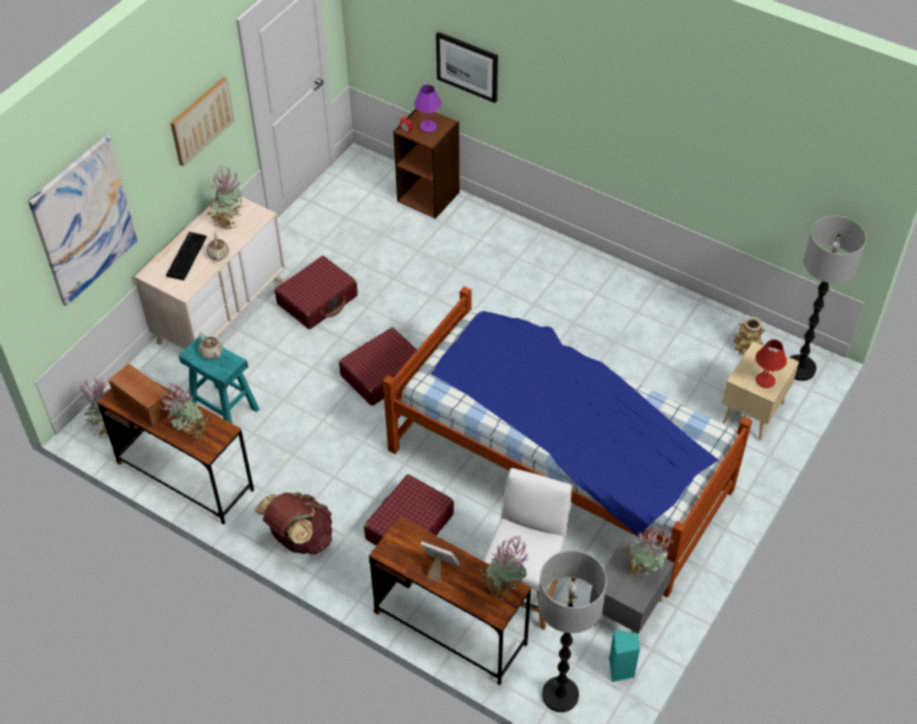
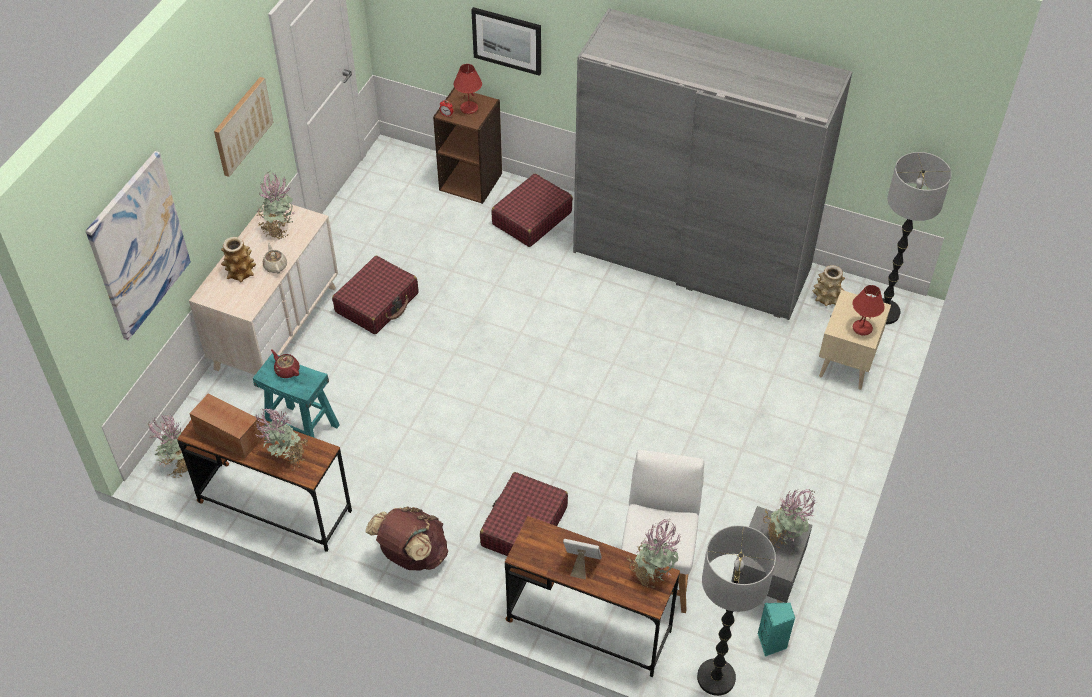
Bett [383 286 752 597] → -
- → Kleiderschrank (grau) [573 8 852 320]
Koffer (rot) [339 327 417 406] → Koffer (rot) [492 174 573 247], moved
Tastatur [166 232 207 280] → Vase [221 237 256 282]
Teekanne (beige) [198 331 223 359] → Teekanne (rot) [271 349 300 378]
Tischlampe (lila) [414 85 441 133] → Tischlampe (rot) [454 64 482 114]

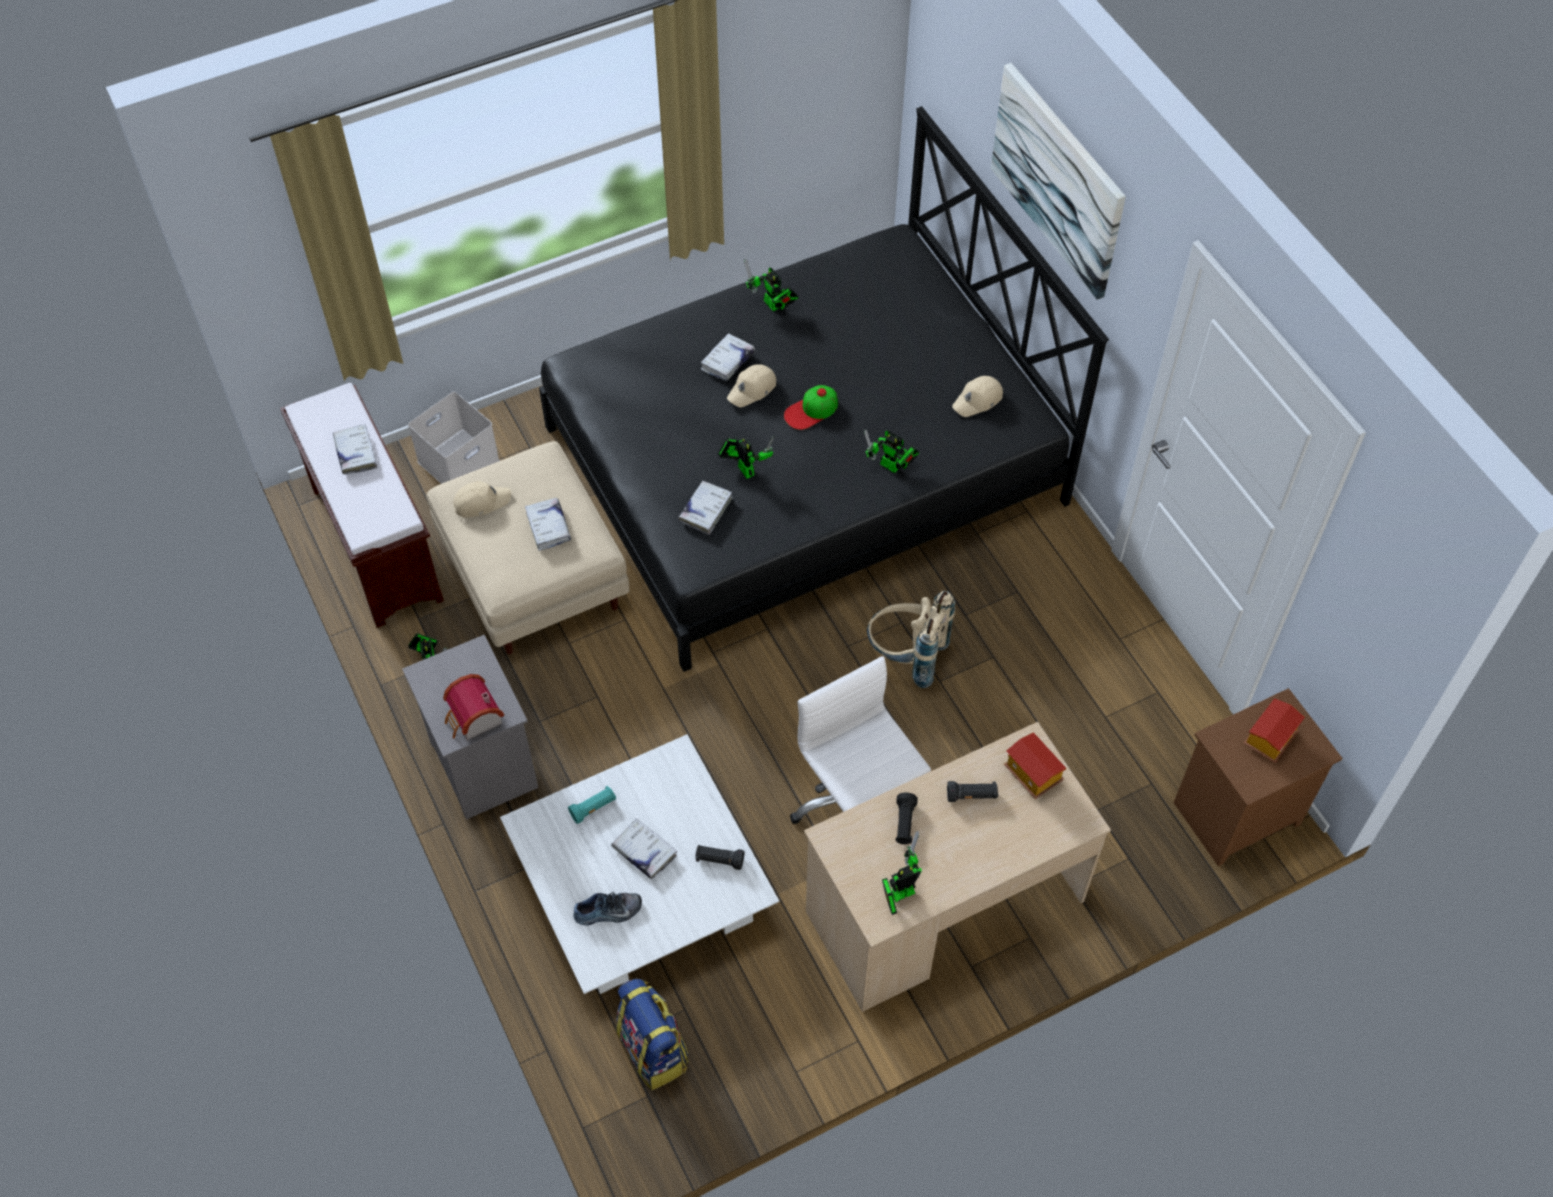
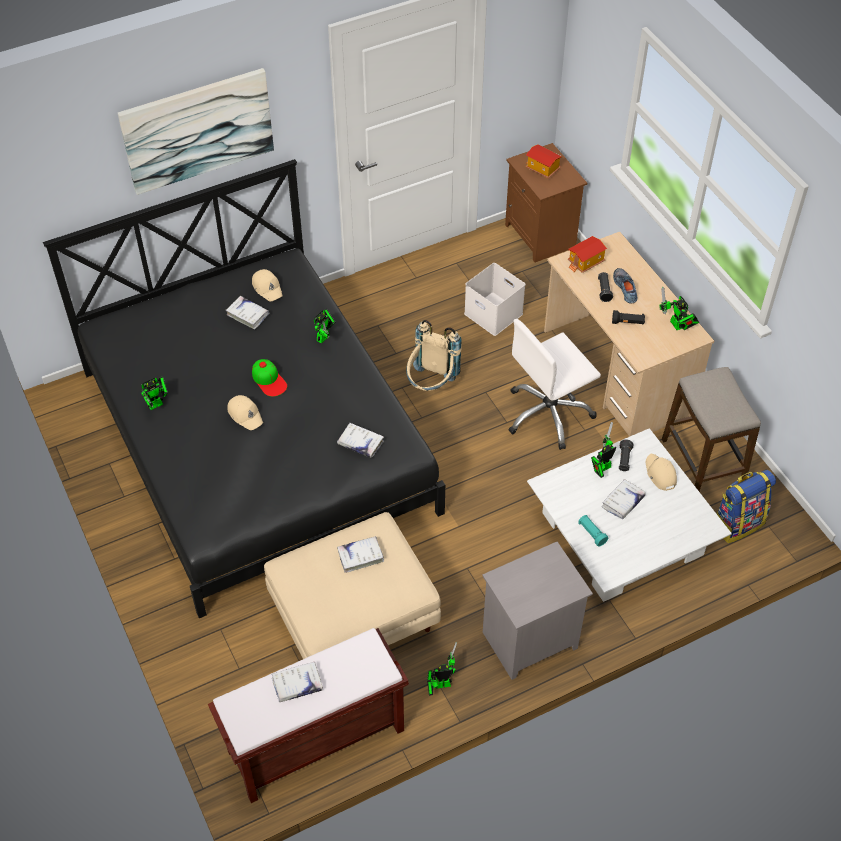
Spielzeughaus [443 674 504 740] → -
- → Hocker [662 367 761 491]
Aufbewahrungsbox (weiß) [408 392 500 484] → Aufbewahrungsbox (weiß) [464 263 526 336], moved
Kappe (beige) [454 481 511 518] → Kappe (beige) [646 454 677 491], moved
Schuh [573 892 642 926] → Schuh [613 268 637 304], moved
Buch (weiß) [701 334 755 381] → Buch (weiß) [226 296 270 330], moved
Spielzeugroboter [718 436 775 479] → Spielzeugroboter [591 422 616 478], moved

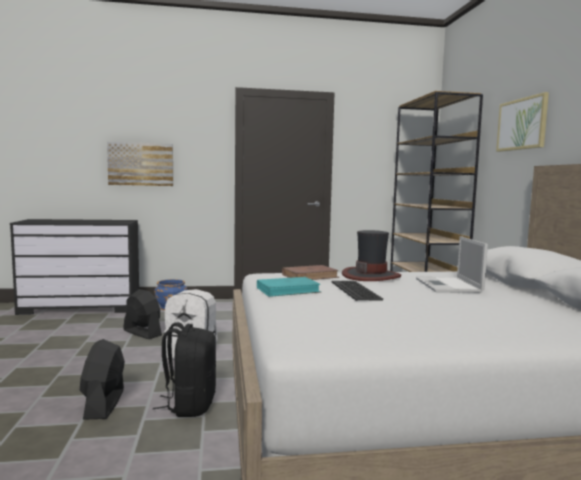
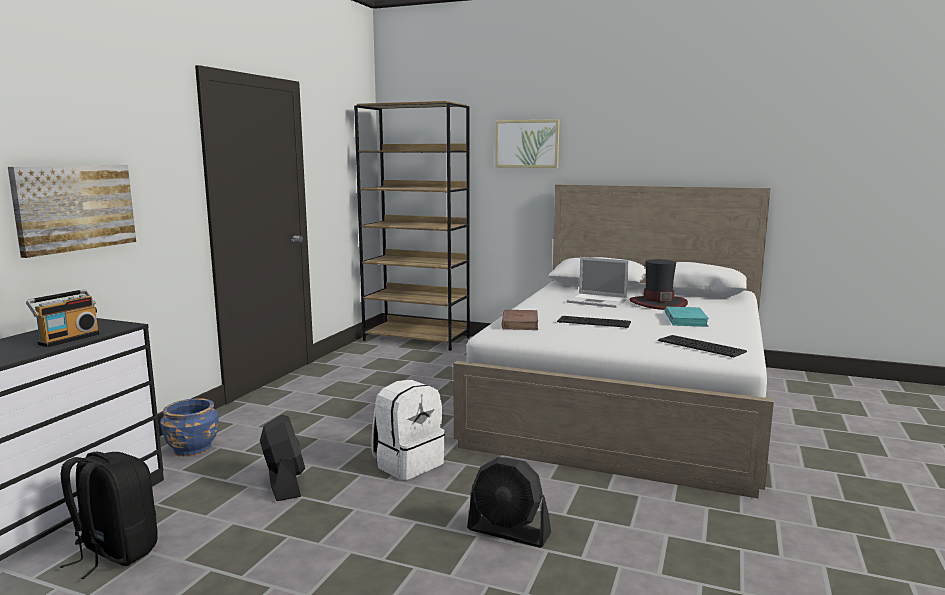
- → Radio [26 289 100 347]
- → Tastatur [658 335 747 357]
Rucksack (schwarz) [153 322 216 417] → Rucksack (schwarz) [60 452 158 579], moved
Buch (türkis) [257 277 321 297] → Buch (türkis) [665 307 709 327], moved
Hut [342 230 401 281] → Hut [630 259 688 310], moved
Ventilator (schwarz) [123 289 162 339] → Ventilator (schwarz) [260 415 305 501], 90 degrees clockwise

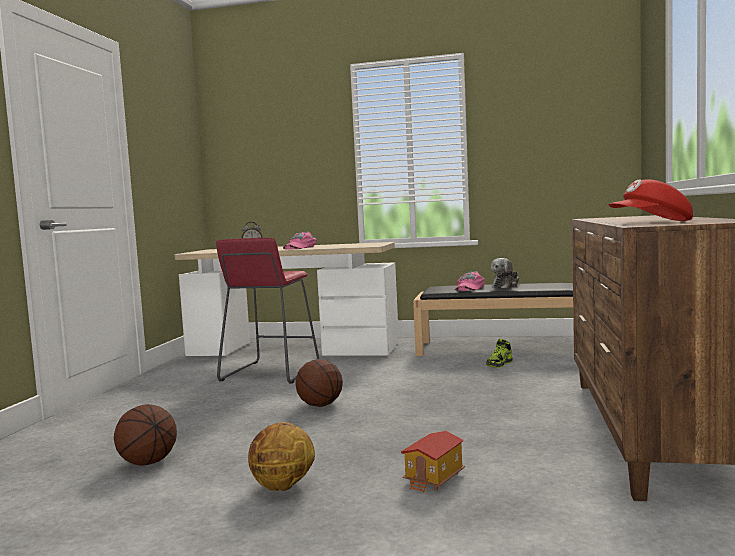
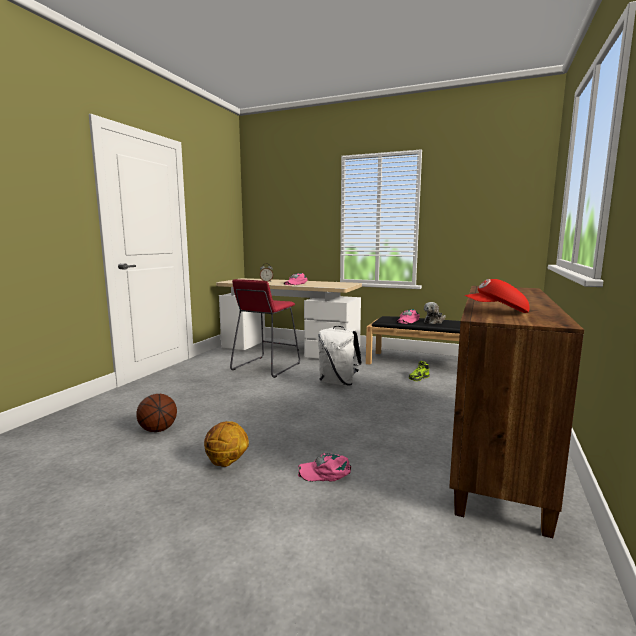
Basketball [295 359 343 407] → -
- → Rucksack (weiß) [318 326 362 386]
Spielzeughaus [401 431 465 493] → Kappe (rosa) [298 453 351 482]

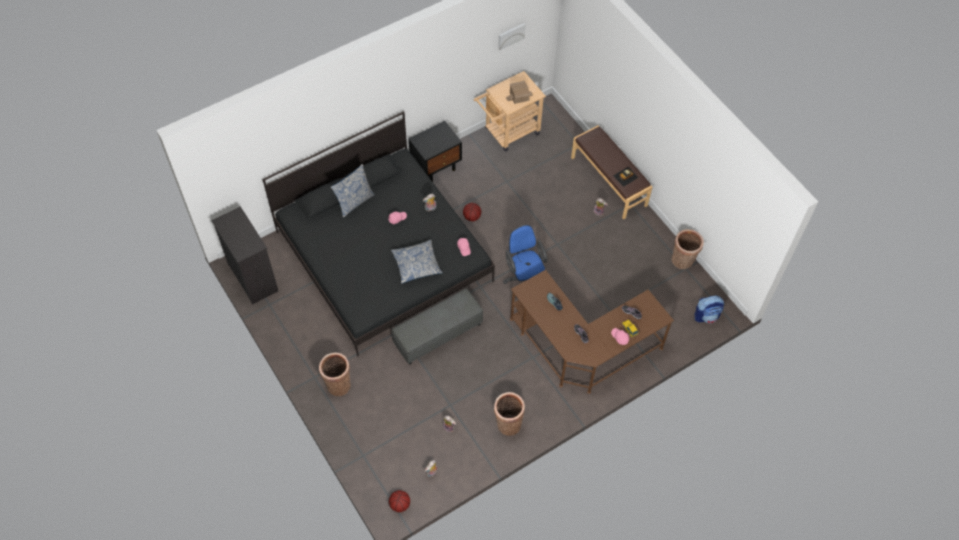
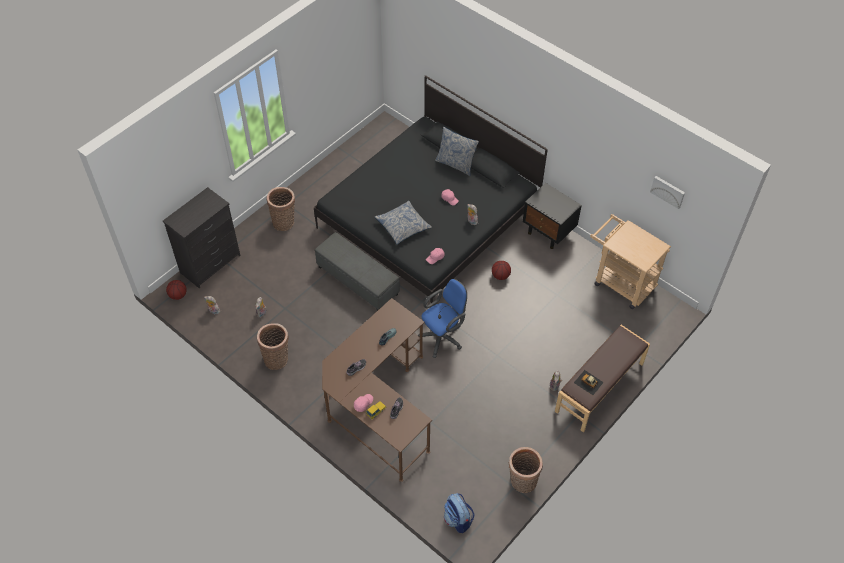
Spielzeughaus [506 81 533 104] → -
Kommode (schwarz) [212 206 278 305] → Kommode (schwarz) [163 187 241 288], moved

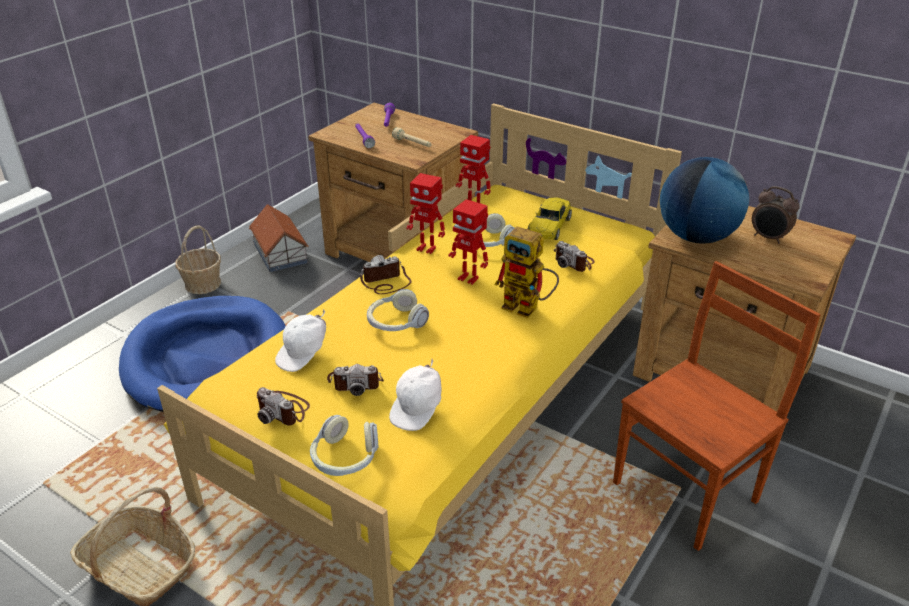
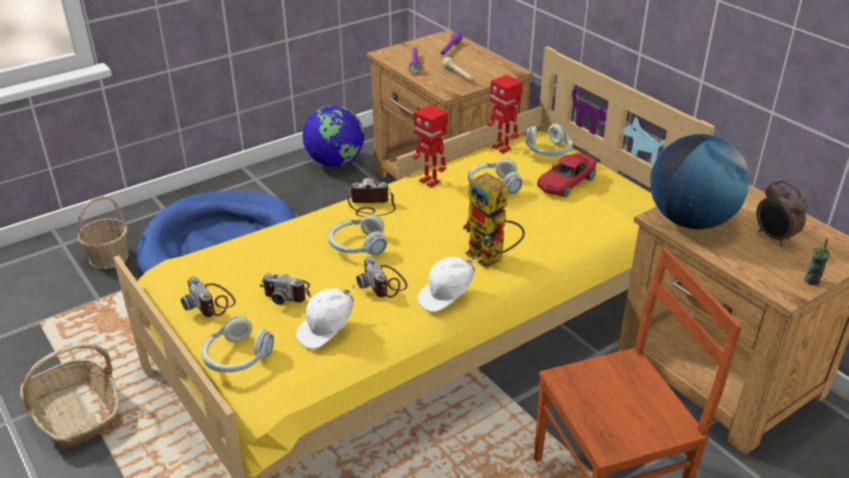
Spielzeugroboter [449 199 488 285] → -
- → Kopfhörer [526 124 573 157]
- → Tasse [804 238 832 285]
Korb [175 225 221 294] → Korb [77 196 129 269], moved
Kappe (weiß) [275 309 326 372] → Kappe (weiß) [417 256 477 312], moved
Kamera [554 241 595 272] → Kamera [357 257 408 298], moved
Spielzeughaus [249 204 309 272] → Globus [302 105 364 167]
Spielzeugauto (gelb) [528 198 572 240] → Spielzeugauto (rot) [537 153 597 198]

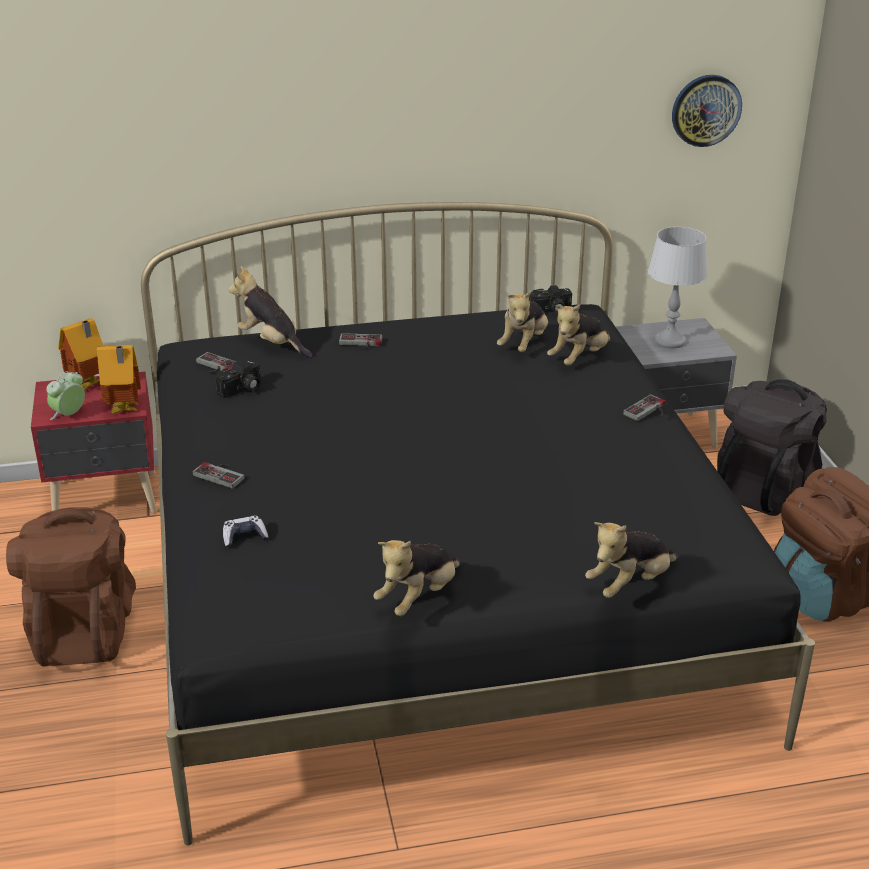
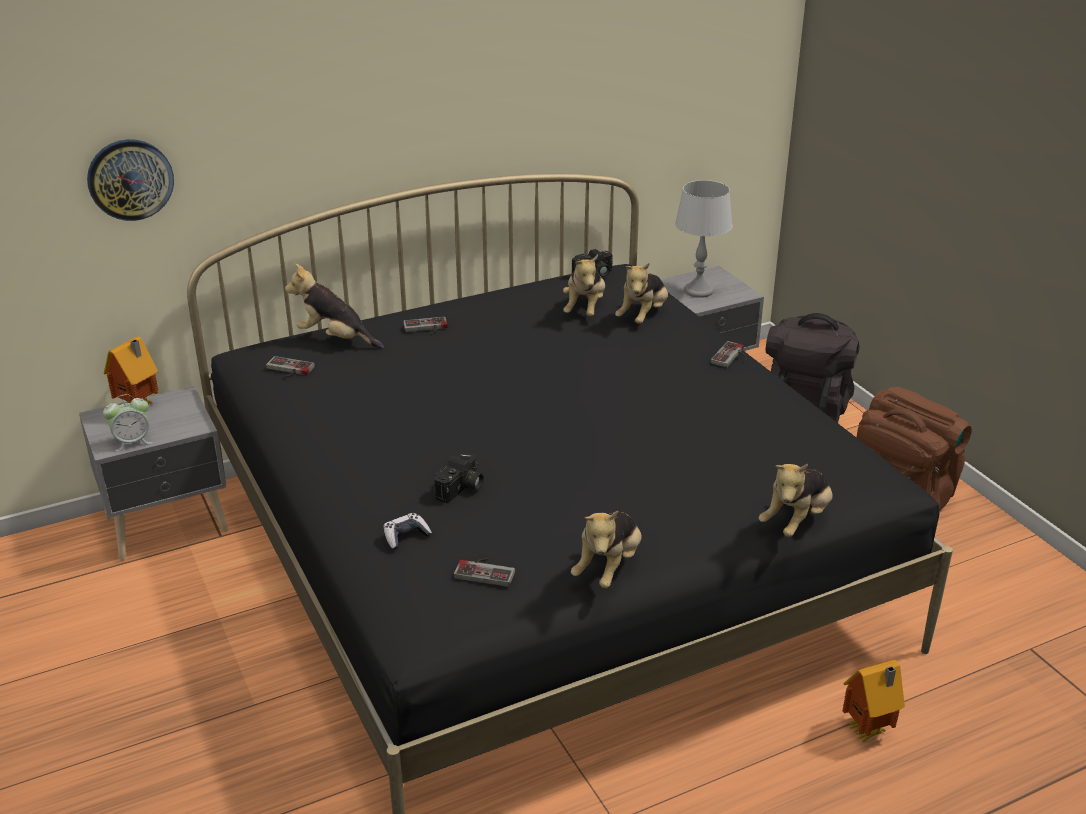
Rucksack (braun) [6 507 136 667] → -
Spielzeughaus [97 345 141 414] → Spielzeughaus [842 660 905 743], moved
Gamepad [192 462 244 489] → Gamepad [454 558 515 587], moved
Kamera [215 360 261 398] → Kamera [434 453 484 503], moved
Wanduhr [672 75 742 147] → Wanduhr [87 139 174 221], moved
Nachttisch (rot) [31 372 157 513] → Nachttisch (grau) [79 386 228 560]
Wecker [46 371 85 420] → Wecker [103 394 153 451], 135 degrees counterclockwise

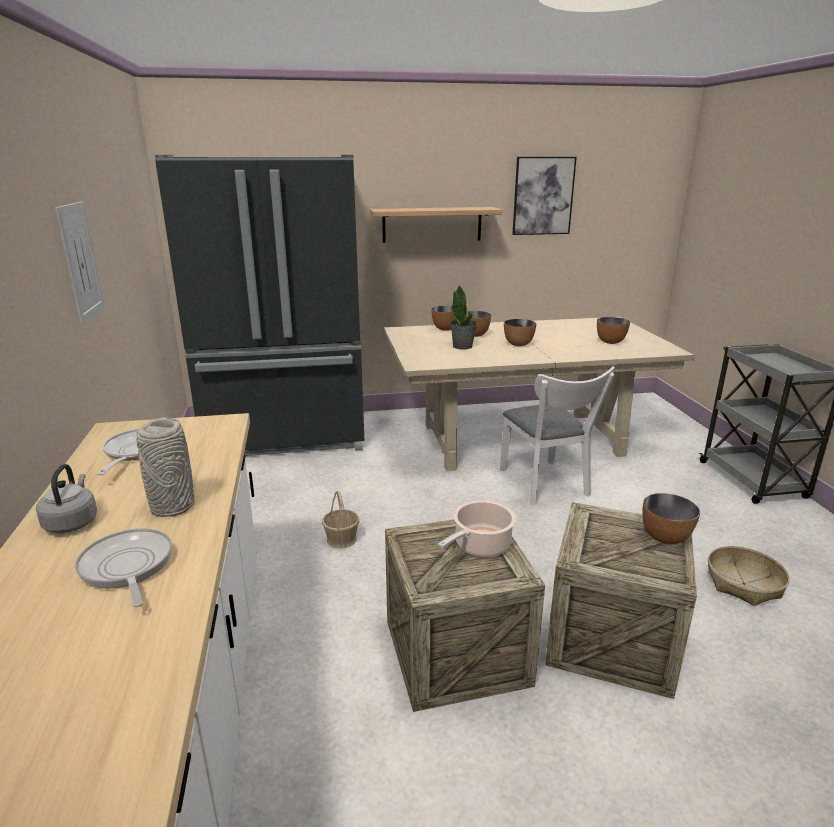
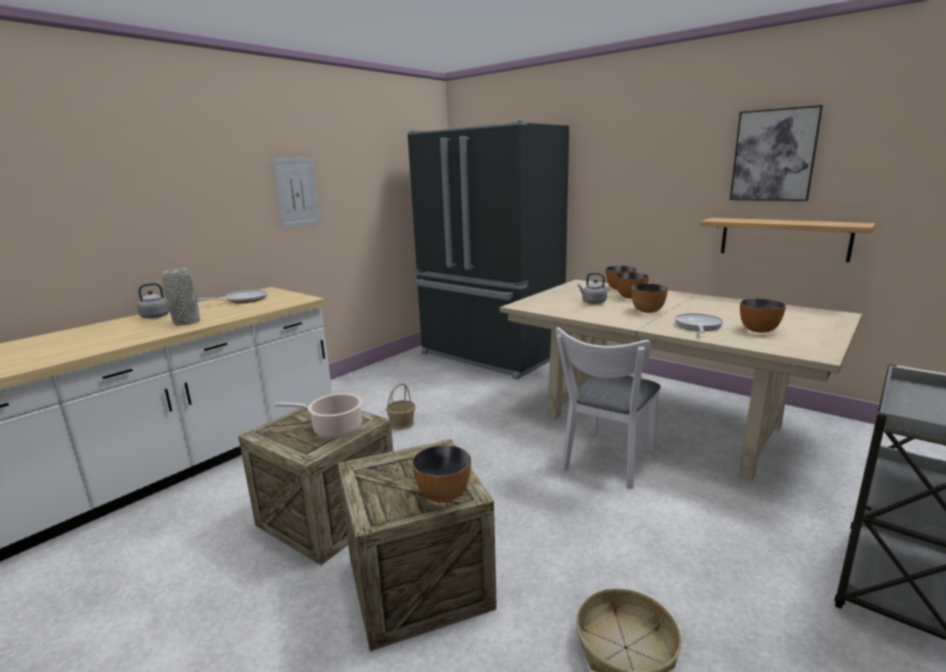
Pfanne [75 528 172 607] → Pfanne [675 313 723 333], moved
Wandregal [370 207 503 243] → Wandregal [700 218 876 262], moved
Topfpflanze [450 285 477 349] → Wasserkessel (grau) [578 273 607 304]

